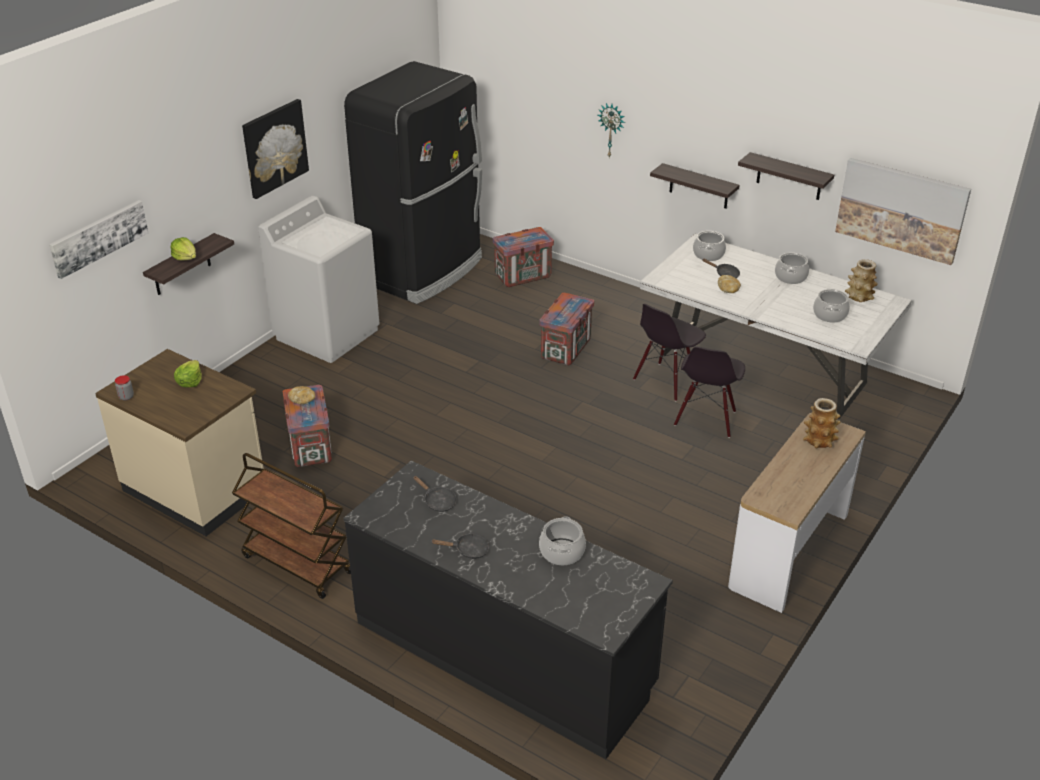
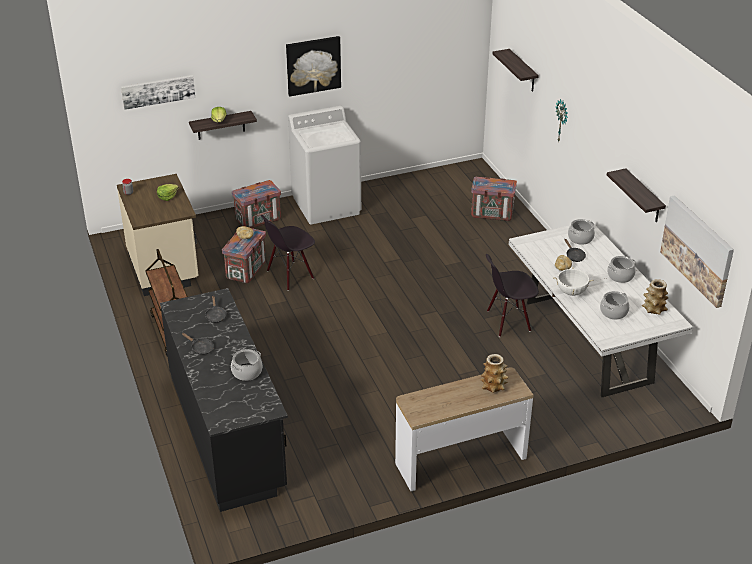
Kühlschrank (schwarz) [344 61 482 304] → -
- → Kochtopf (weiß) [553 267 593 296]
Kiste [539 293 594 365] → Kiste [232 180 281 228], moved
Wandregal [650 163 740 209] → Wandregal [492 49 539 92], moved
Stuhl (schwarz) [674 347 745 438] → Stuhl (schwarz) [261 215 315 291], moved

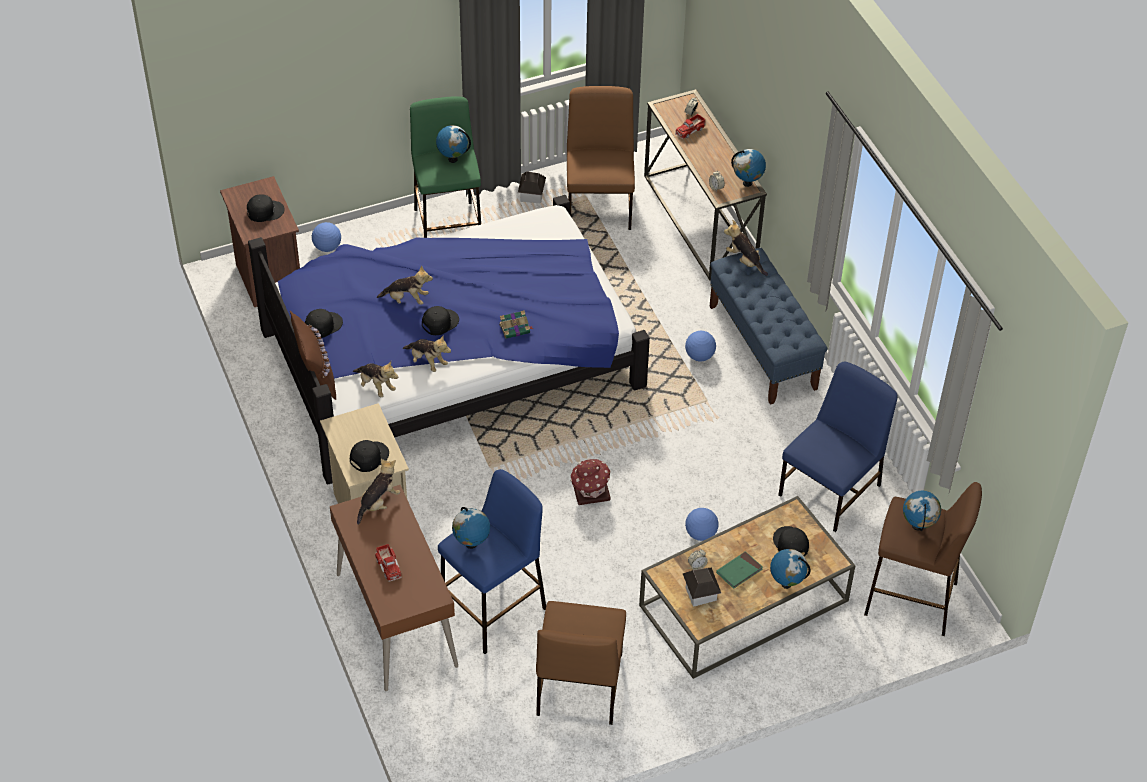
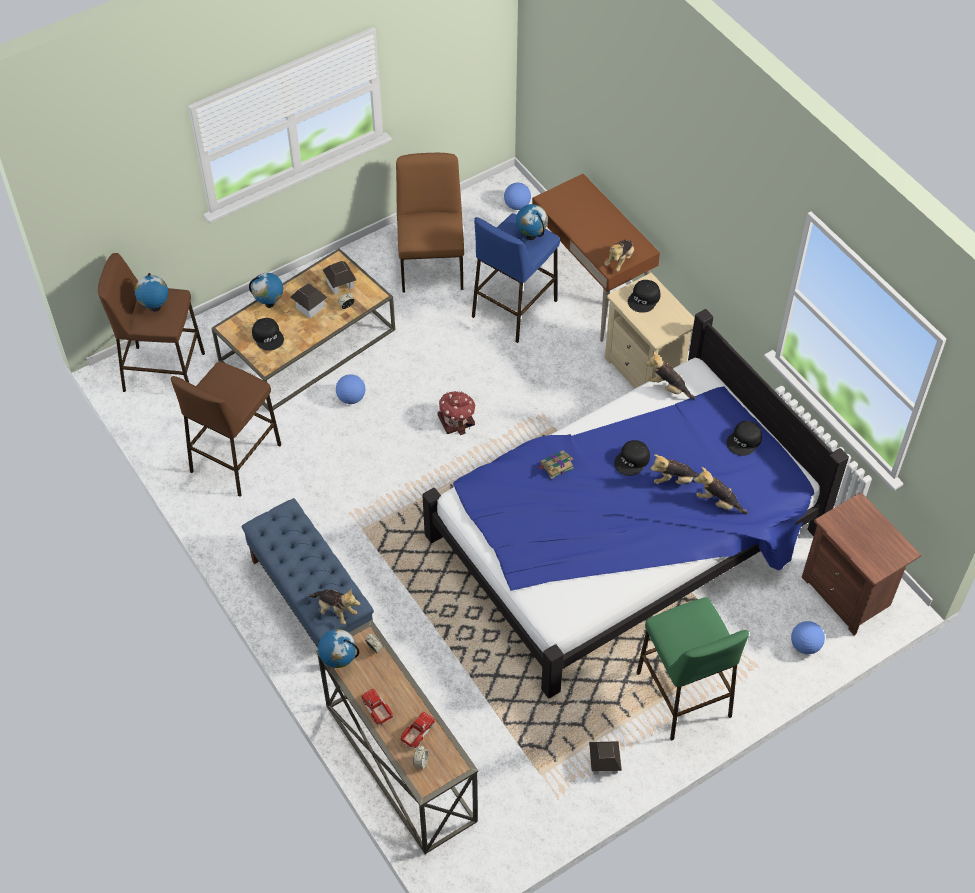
Kappe (schwarz) [247 194 285 222] → -
Kissen (braun) [290 311 336 400] → -
Globus [436 125 471 163] → -
Stuhl (braun) [567 86 635 230] → -
Spielzeuglaster [375 544 402 582] → Spielzeuglaster [361 689 393 725], moved
Plüschtier [403 335 451 372] → Plüschtier [694 467 748 514], moved
Fußball [685 331 716 362] → Fußball [504 183 531 210], moved
Buch (grün) [716 551 763 589] → Spielzeughaus [290 283 328 319]
Stuhl (blau) [779 361 898 532] → Hocker (braun) [171 362 281 497]

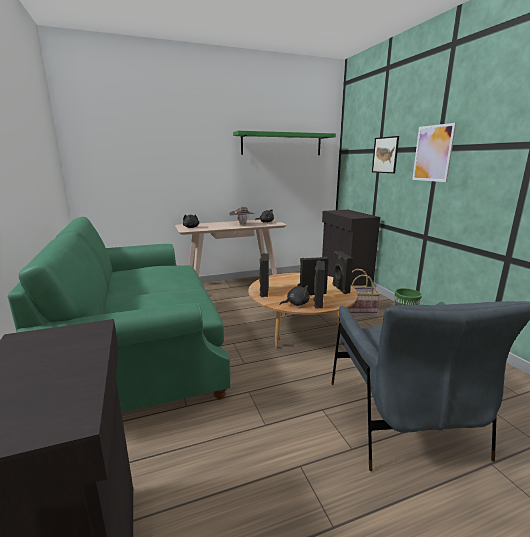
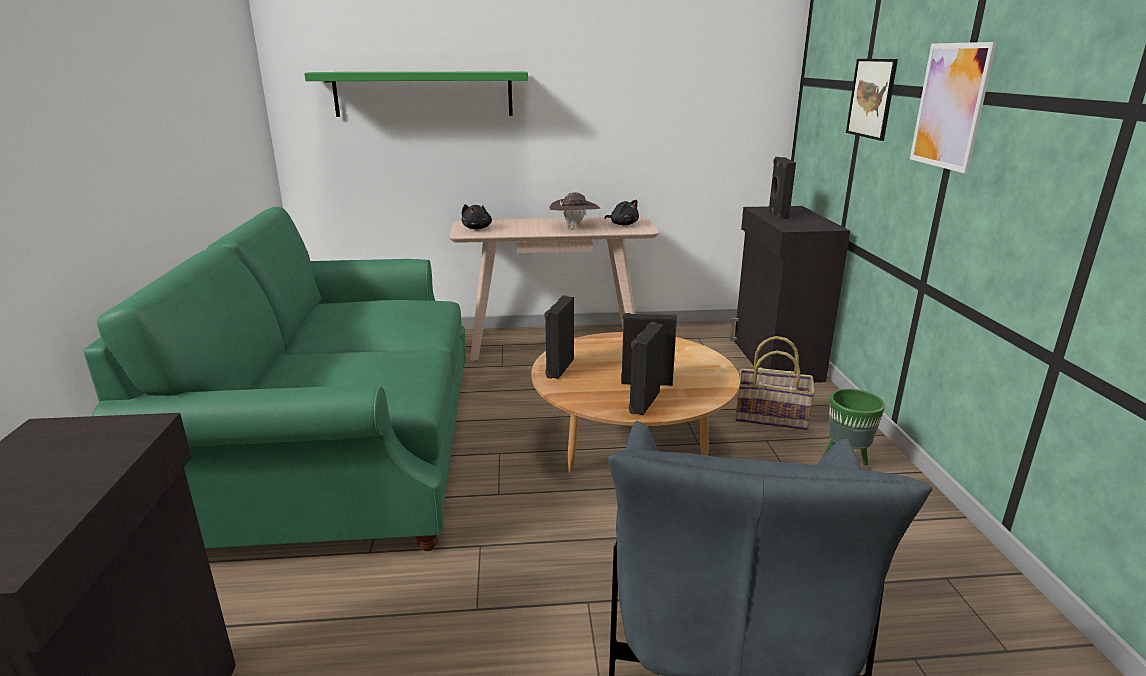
Plüschtier (schwarz) [280 283 309 306] → -
Wandregal (grün) [233 131 336 155] → Wandregal (grün) [304 71 528 117], moved
Lautsprecher (schwarz) [332 251 353 294] → Lautsprecher (schwarz) [768 157 796 220], moved

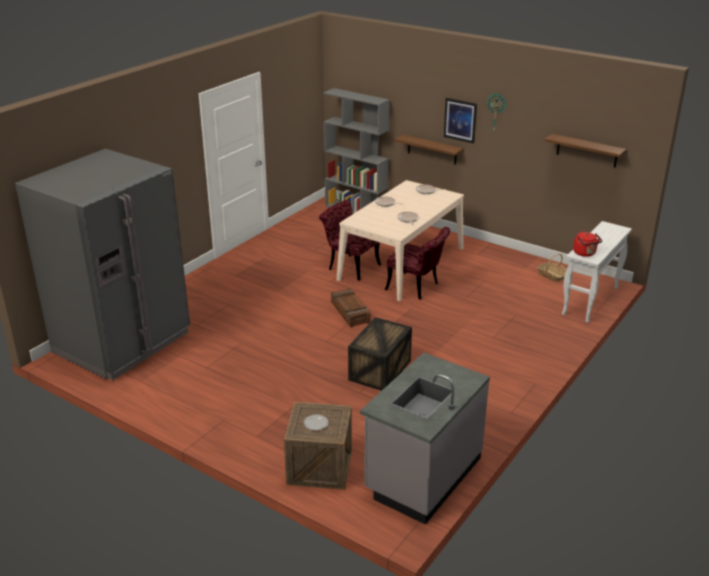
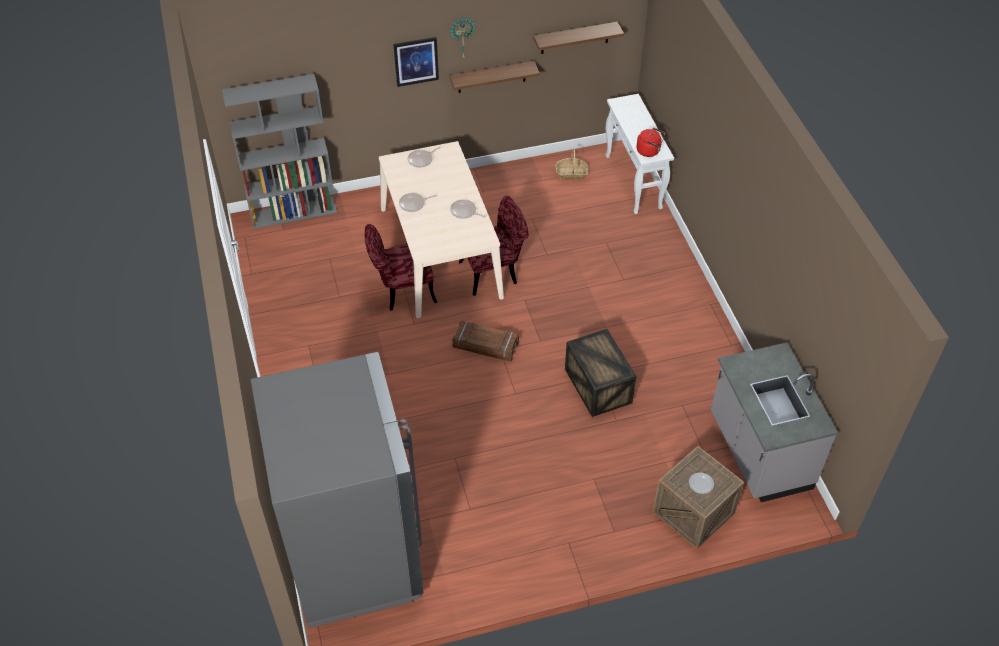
Wandregal [395 135 463 165] → Wandregal [449 61 540 93], moved

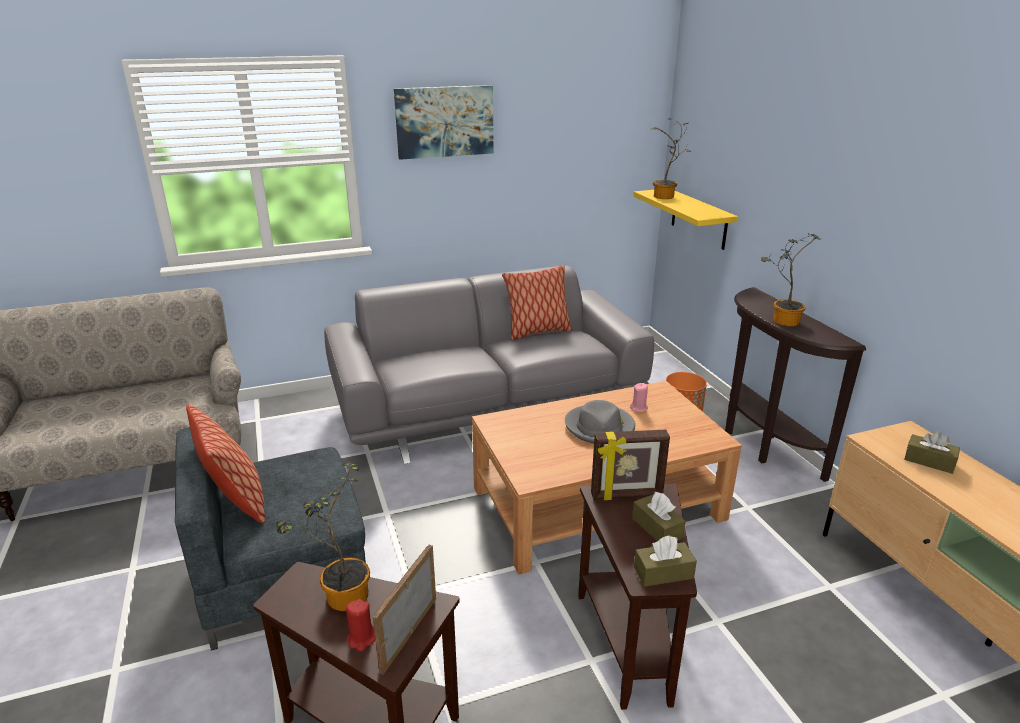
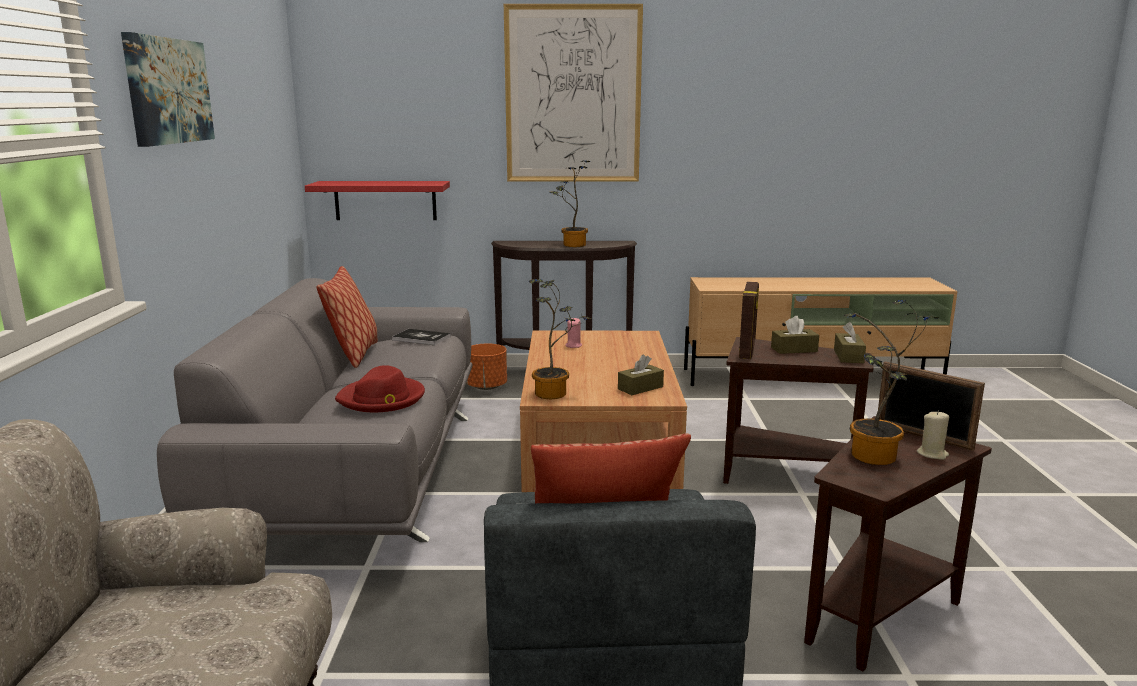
Hut (grau) [565 400 635 444] → -
- → Hut (rot) [335 365 425 412]
- → Buch [392 329 451 345]
- → Bild [504 4 643 181]
Topfpflanze [650 118 691 199] → Topfpflanze [528 279 592 399], moved
Taschentuchbox (braun) [904 431 960 474] → Taschentuchbox (braun) [618 354 664 395], moved
Kerze (rot) [346 599 375 652] → Kerze (beige) [917 411 949 460]
Wandregal (gelb) [634 190 738 250] → Wandregal (rot) [305 181 450 220]

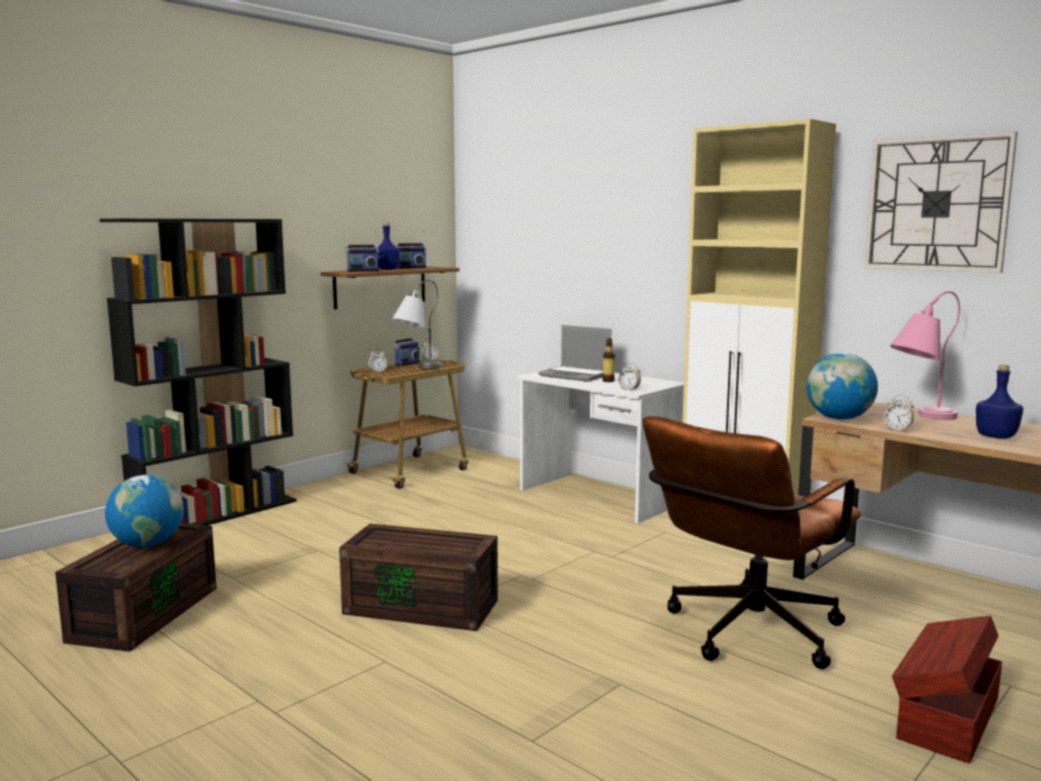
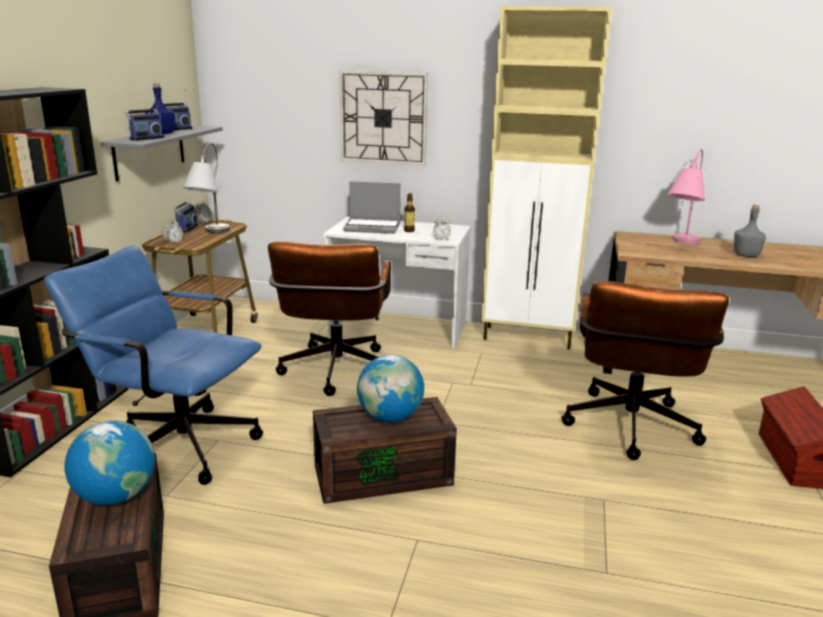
Wecker [883 395 914 432] → -
- → Bürostuhl (blau) [44 245 263 485]
- → Bürostuhl (braun) [268 241 391 396]
Globus [806 353 878 420] → Globus [357 355 424 423], moved
Wanduhr [864 131 1017 273] → Wanduhr [339 70 428 166], moved
Wandregal (braun) [320 267 460 309] → Wandregal (grau) [101 126 223 181]
Flasche (blau) [976 365 1023 439] → Flasche (grau) [734 205 766 257]

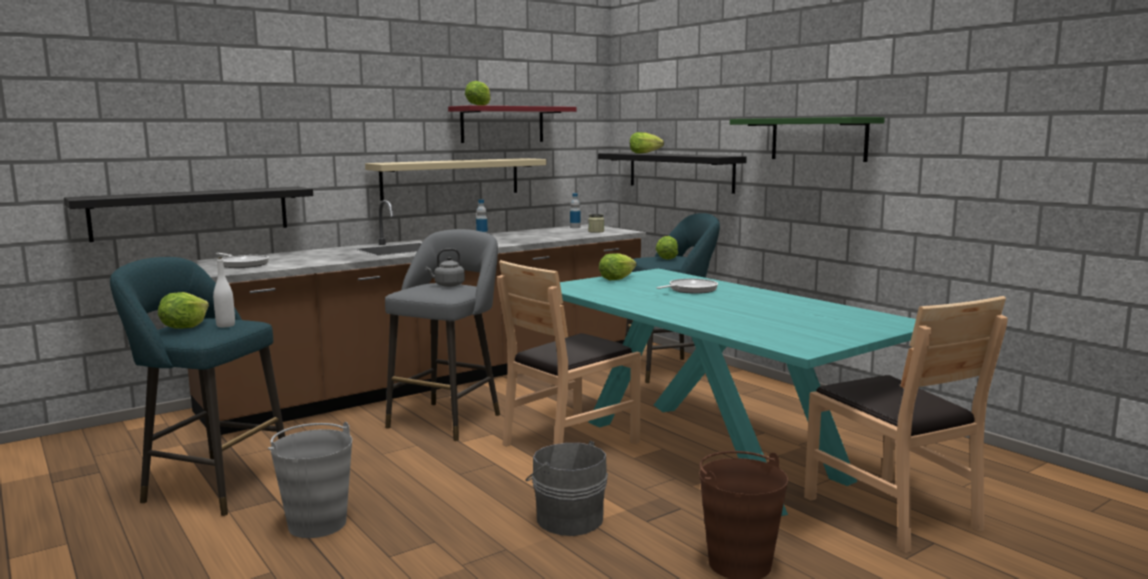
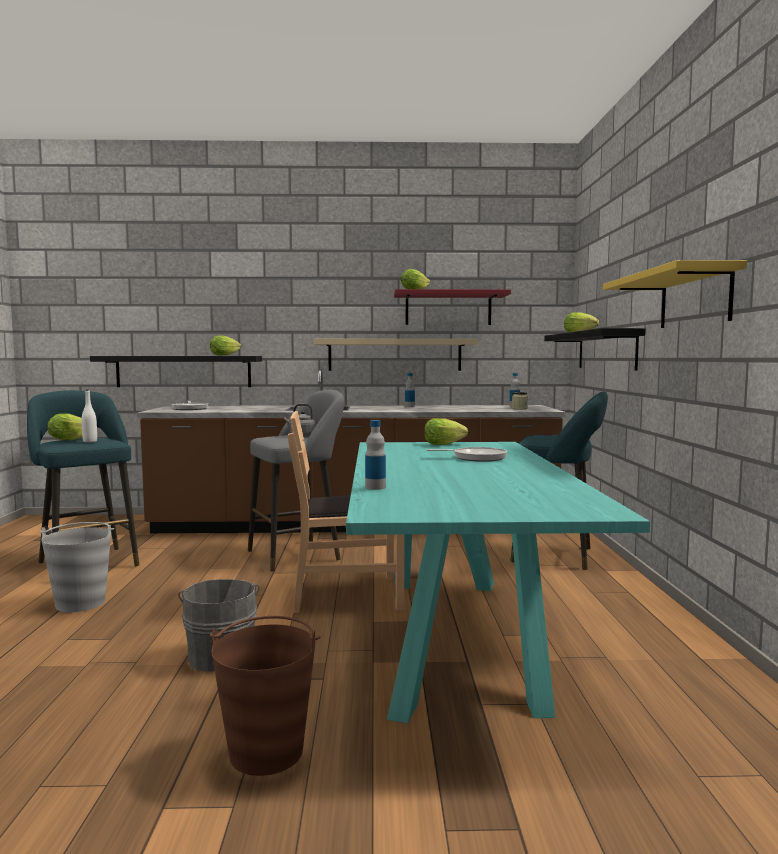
Stuhl (braun) [804 296 1008 553] → -
- → Flasche [365 420 386 490]
Salatkopf [656 236 678 260] → Salatkopf [210 335 241 356], moved
Wandregal (grün) [730 117 885 162] → Wandregal (gelb) [603 260 747 328]

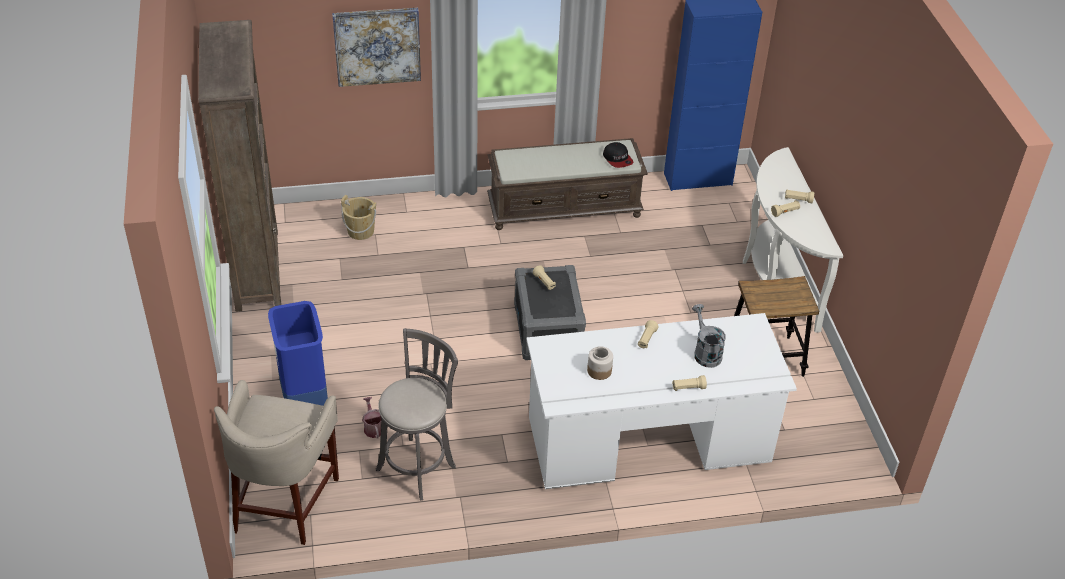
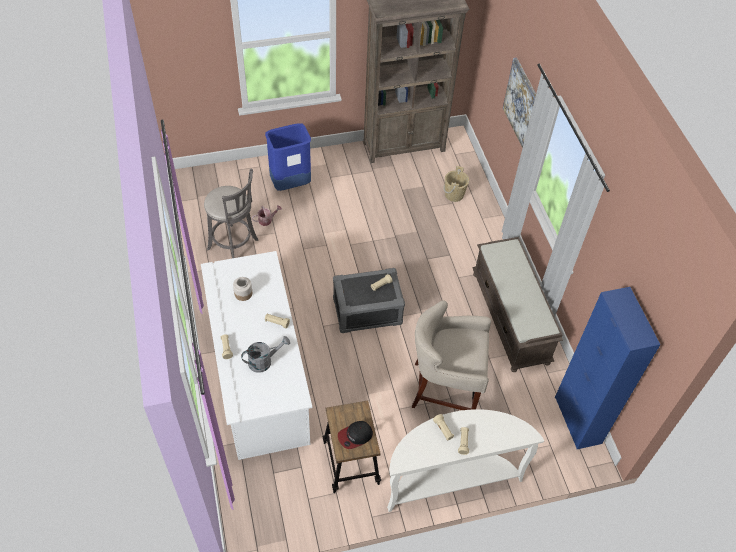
Hocker (beige) [214 380 339 545] → Hocker (beige) [412 300 491 410], moved
Kappe [603 142 633 168] → Kappe [338 421 373 449], moved

